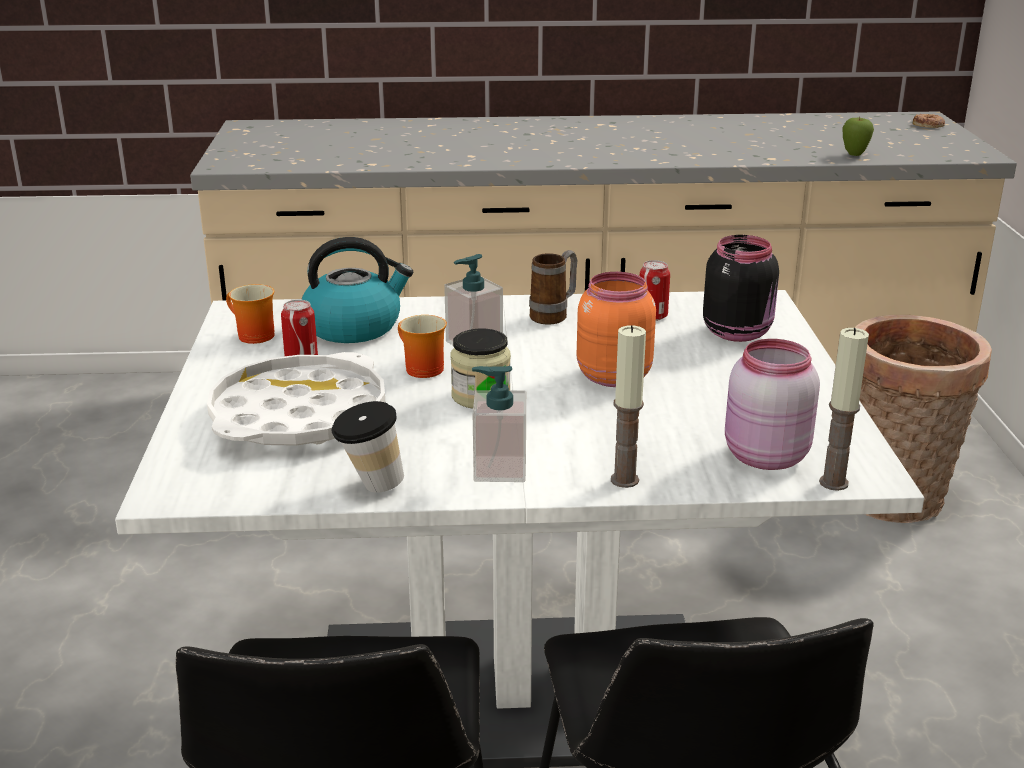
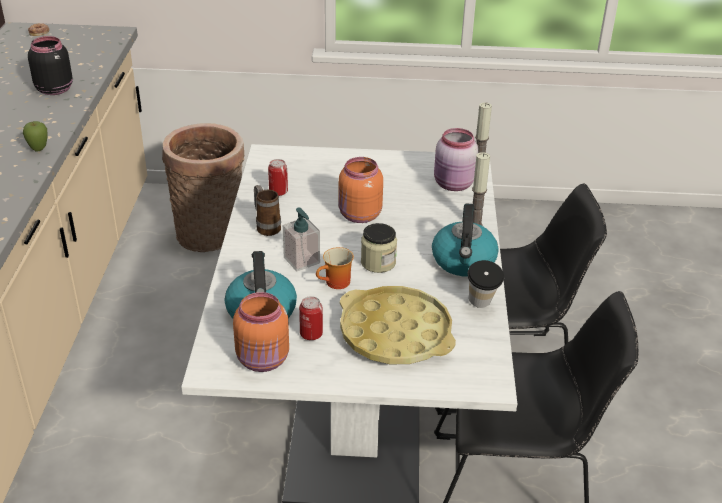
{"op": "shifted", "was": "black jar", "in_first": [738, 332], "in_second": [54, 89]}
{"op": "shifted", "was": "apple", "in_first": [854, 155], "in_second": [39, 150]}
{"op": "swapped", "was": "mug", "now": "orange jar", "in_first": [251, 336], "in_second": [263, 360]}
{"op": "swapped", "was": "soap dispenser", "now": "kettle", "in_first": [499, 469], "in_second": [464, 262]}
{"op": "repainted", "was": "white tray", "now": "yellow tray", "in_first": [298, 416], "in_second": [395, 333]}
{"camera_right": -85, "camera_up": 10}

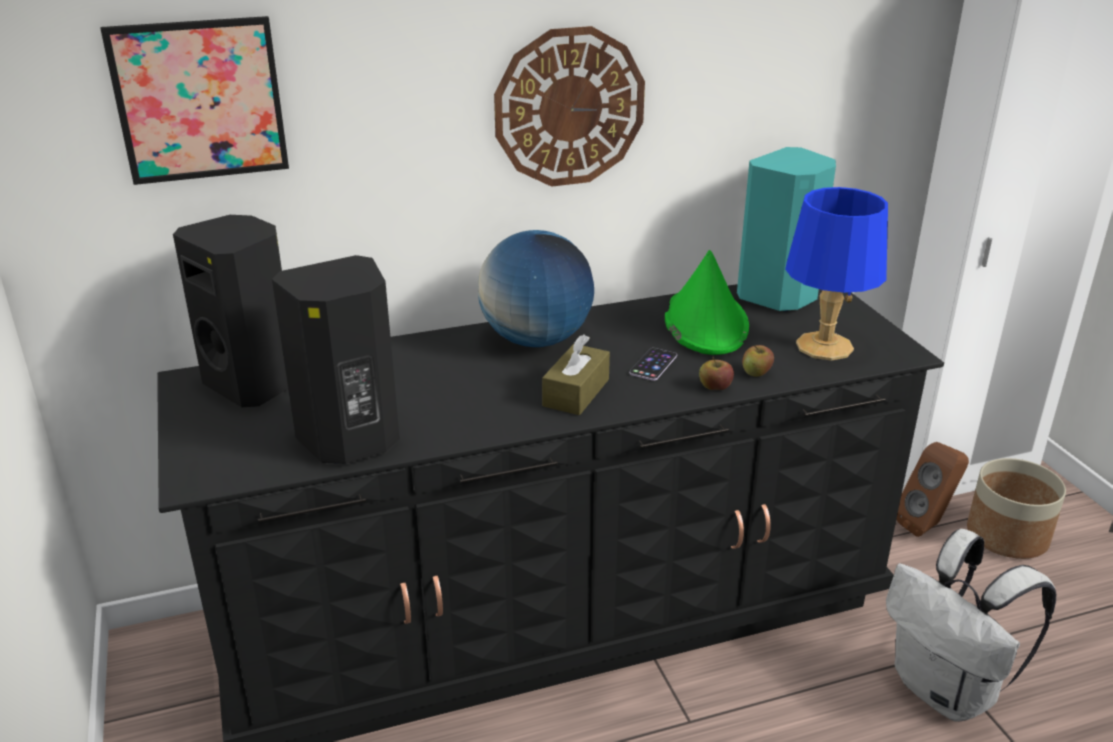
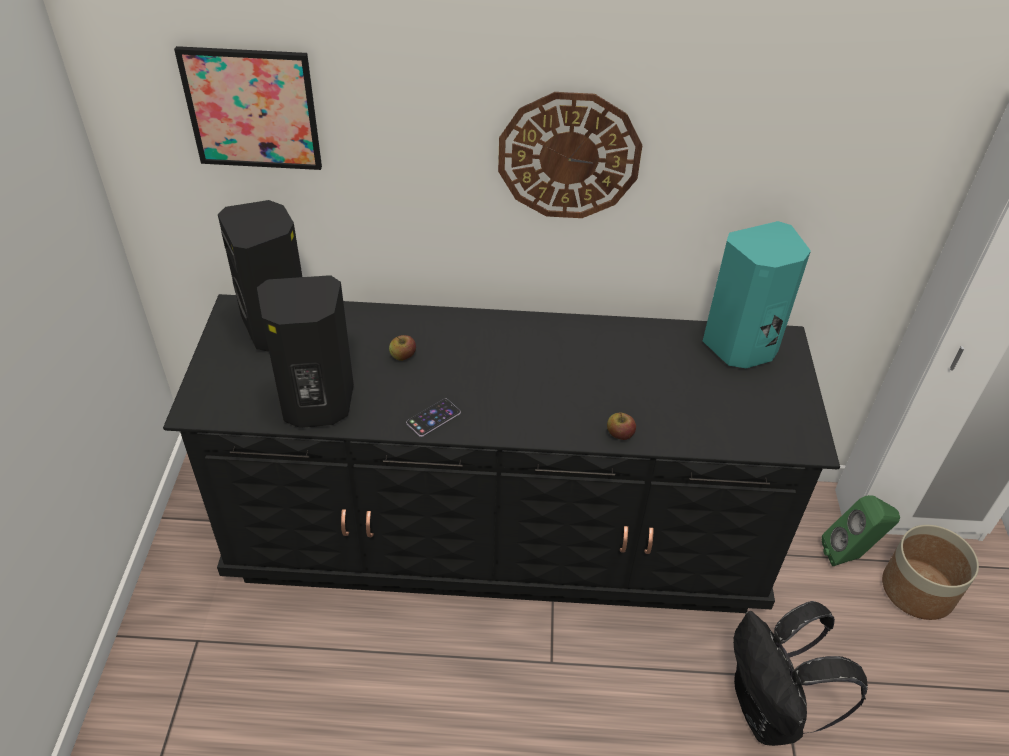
{"op": "gone", "was": "globe", "in_first": [536, 340]}
{"op": "gone", "was": "brown tissue box", "in_first": [576, 392]}
{"op": "gone", "was": "green hat", "in_first": [705, 323]}
{"op": "gone", "was": "blue table lamp", "in_first": [823, 346]}
{"op": "shifted", "was": "phone", "in_first": [653, 364], "in_second": [433, 417]}
{"op": "shifted", "was": "apple", "in_first": [756, 372], "in_second": [403, 356]}
{"op": "repainted", "was": "white backpack", "now": "black backpack", "in_first": [947, 691], "in_second": [770, 713]}
{"op": "repainted", "was": "brown speaker", "now": "green speaker", "in_first": [926, 525], "in_second": [849, 556]}
{"camera_right": 20, "camera_up": 15}

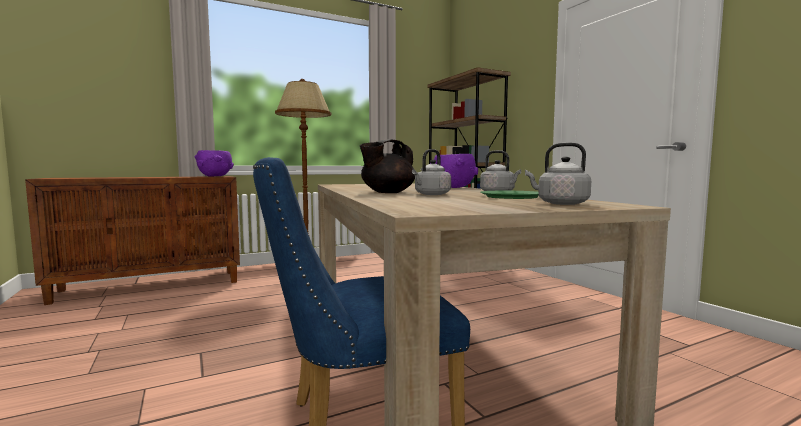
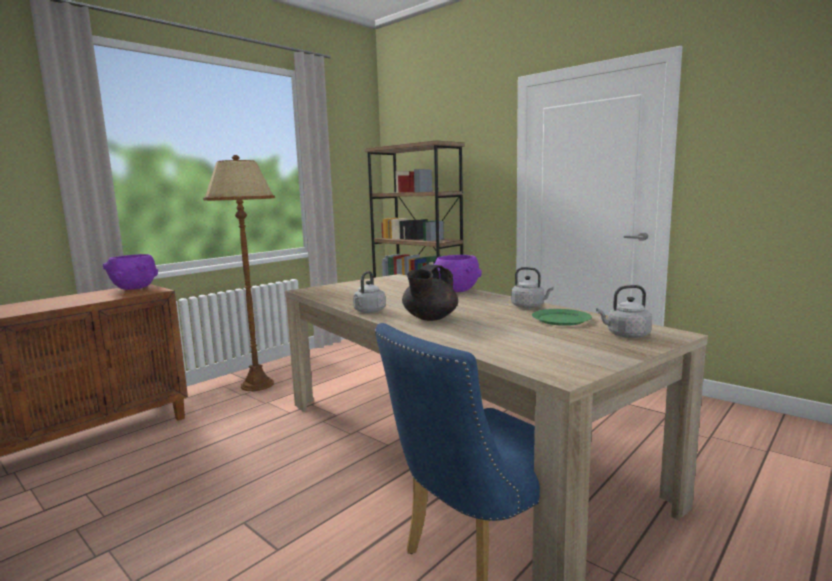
{"op": "shifted", "was": "grey kettle", "in_first": [431, 194], "in_second": [369, 311]}
{"camera_right": -20, "camera_up": 5}

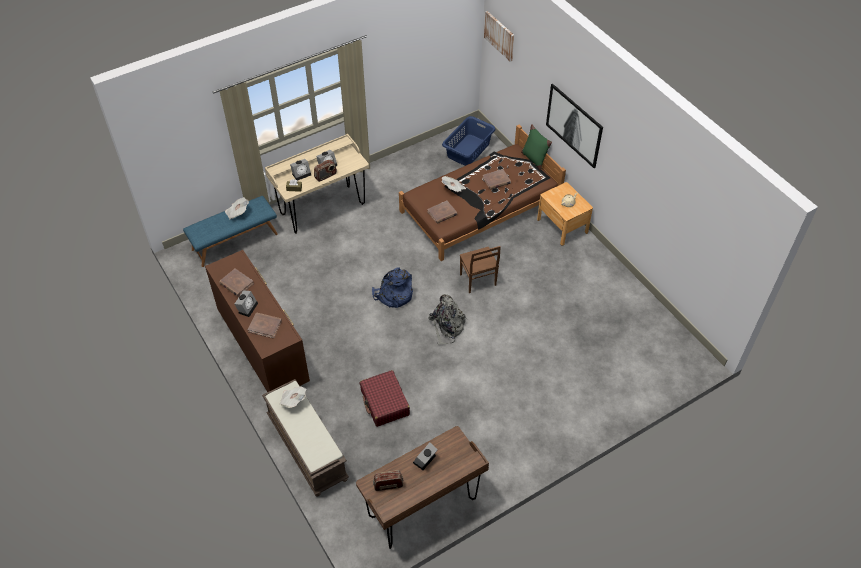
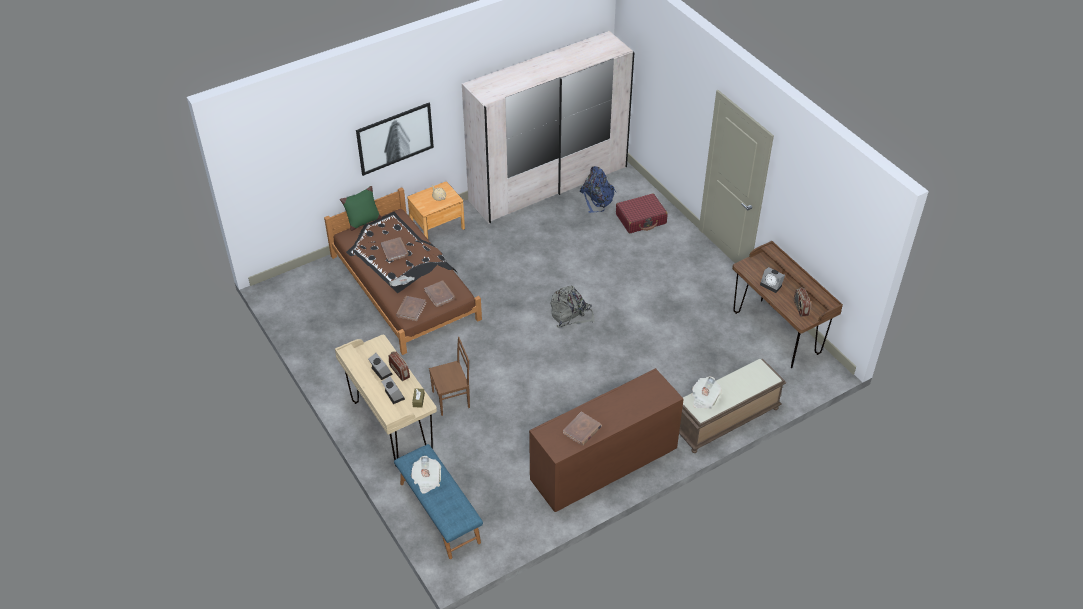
{"op": "gone", "was": "alarm clock", "in_first": [247, 307]}
{"op": "gone", "was": "blue laundry basket", "in_first": [468, 150]}
{"op": "gone", "was": "picture", "in_first": [499, 35]}
{"op": "new", "now": "white wardrobe", "in_second": [549, 184]}
{"op": "shifted", "was": "brown book", "in_first": [265, 326], "in_second": [411, 309]}
{"op": "shifted", "was": "red suitcase", "in_first": [384, 403], "in_second": [641, 219]}
{"op": "shifted", "was": "blue backpack", "in_first": [393, 295], "in_second": [597, 199]}
{"op": "shifted", "was": "brown chair", "in_first": [477, 280], "in_second": [451, 400]}
{"camera_right": -90, "camera_up": -5}

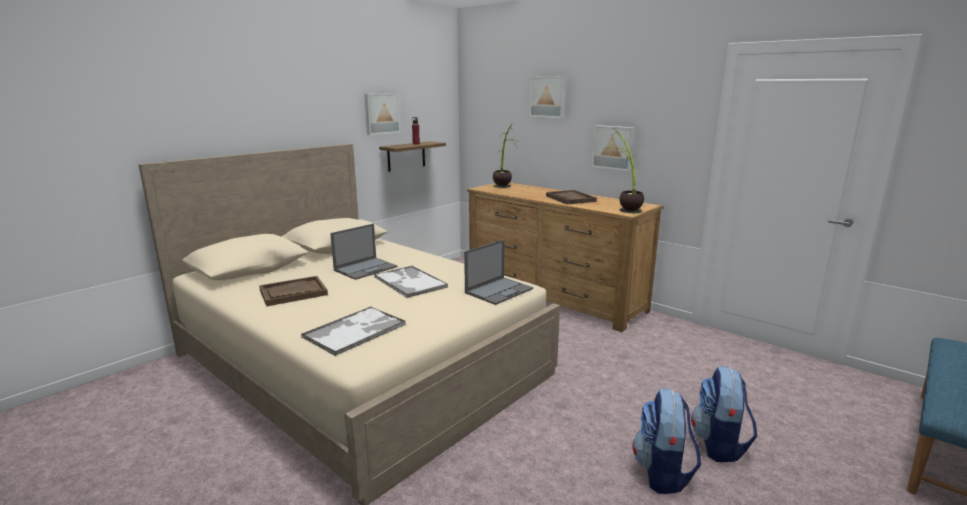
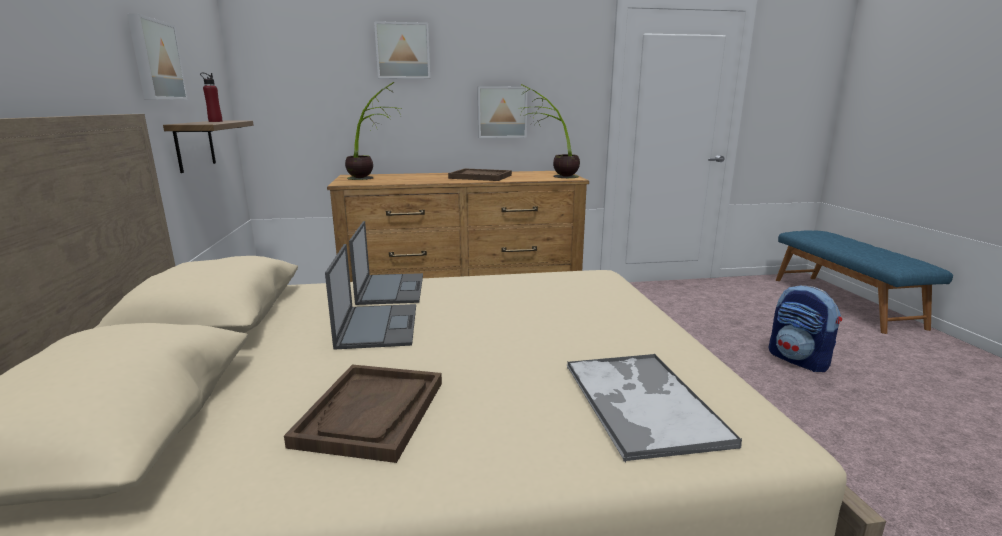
{"op": "gone", "was": "tray", "in_first": [409, 282]}
{"op": "gone", "was": "backpack", "in_first": [663, 473]}
{"op": "shifted", "was": "laptop", "in_first": [499, 290], "in_second": [391, 289]}
{"camera_right": -50, "camera_up": 0}

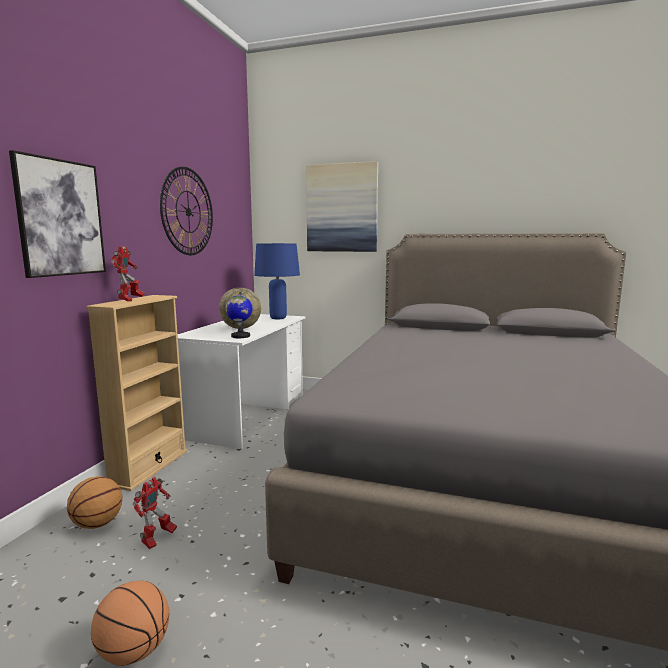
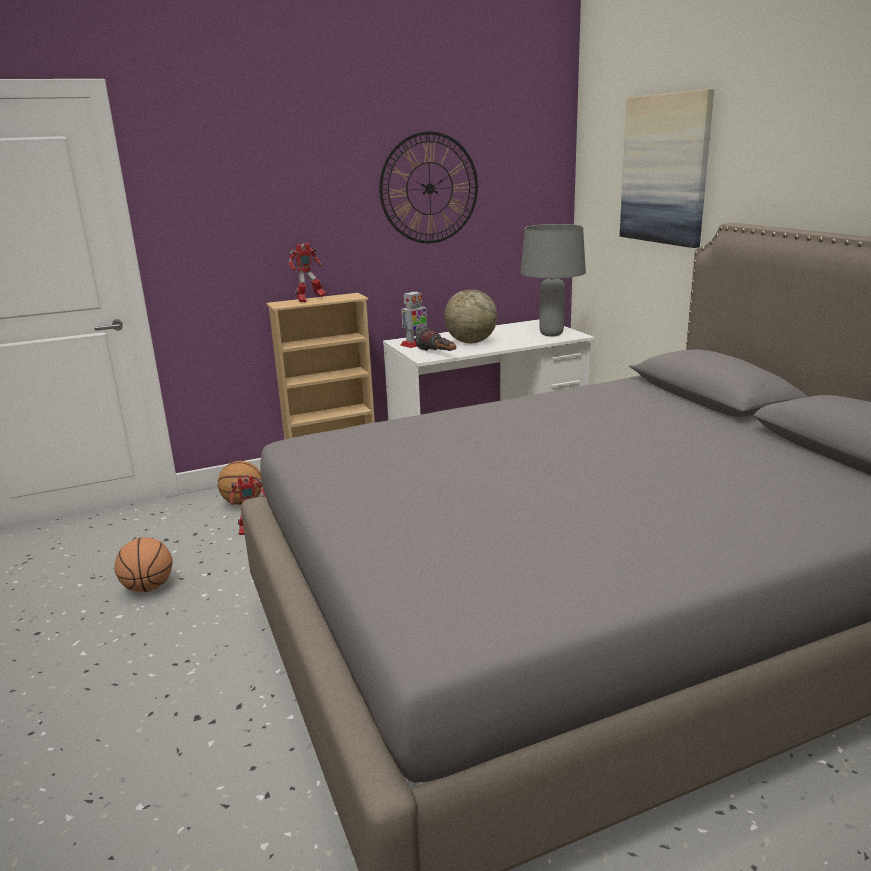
{"op": "gone", "was": "picture", "in_first": [60, 218]}
{"op": "new", "now": "toy robot", "in_second": [415, 344]}
{"op": "swapped", "was": "globe", "now": "flashlight", "in_first": [240, 336], "in_second": [438, 354]}
{"op": "repainted", "was": "blue table lamp", "now": "grey table lamp", "in_first": [277, 318], "in_second": [551, 334]}
{"camera_right": 50, "camera_up": 10}

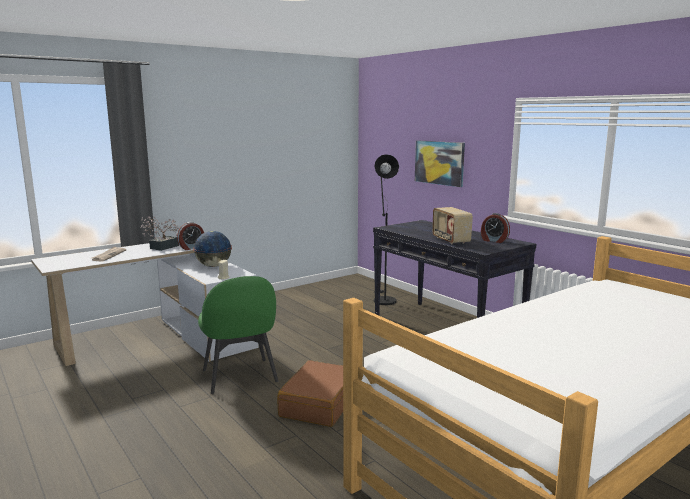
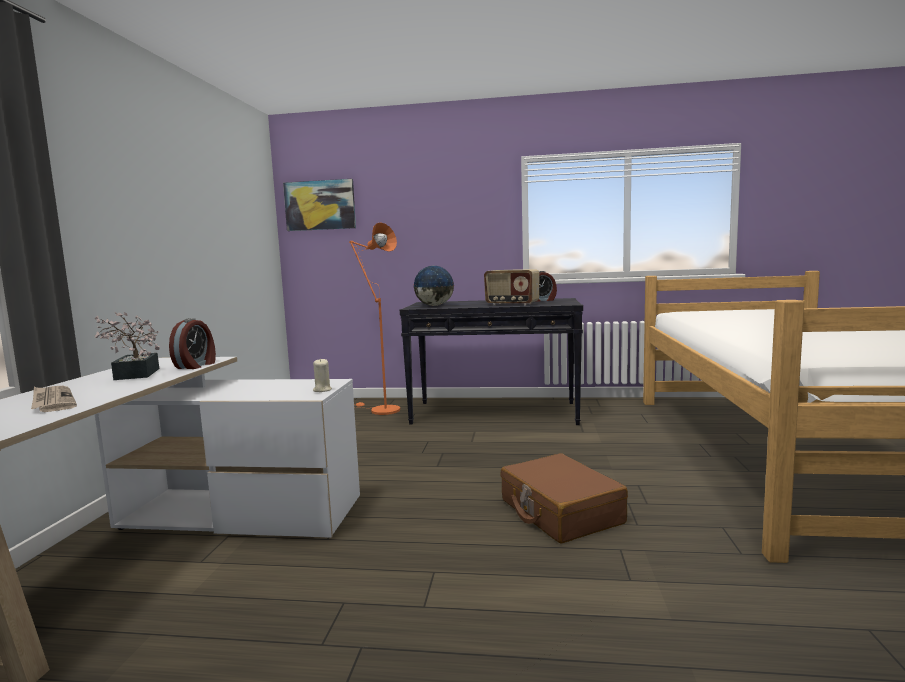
{"op": "gone", "was": "green chair", "in_first": [240, 377]}
{"op": "shifted", "was": "globe", "in_first": [213, 266], "in_second": [434, 305]}
{"op": "shifted", "was": "picture", "in_first": [439, 162], "in_second": [320, 205]}
{"op": "repainted", "was": "black floor lamp", "now": "orange floor lamp", "in_first": [383, 299], "in_second": [380, 410]}
{"camera_right": -45, "camera_up": -5}

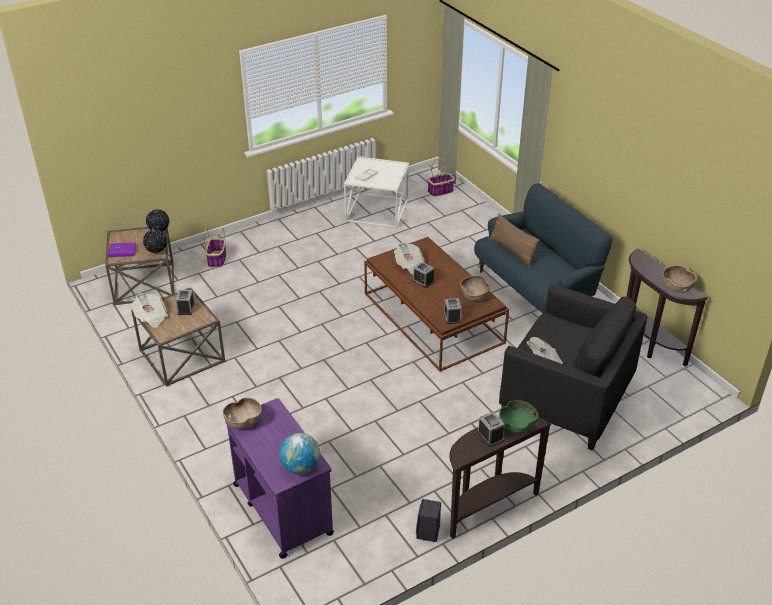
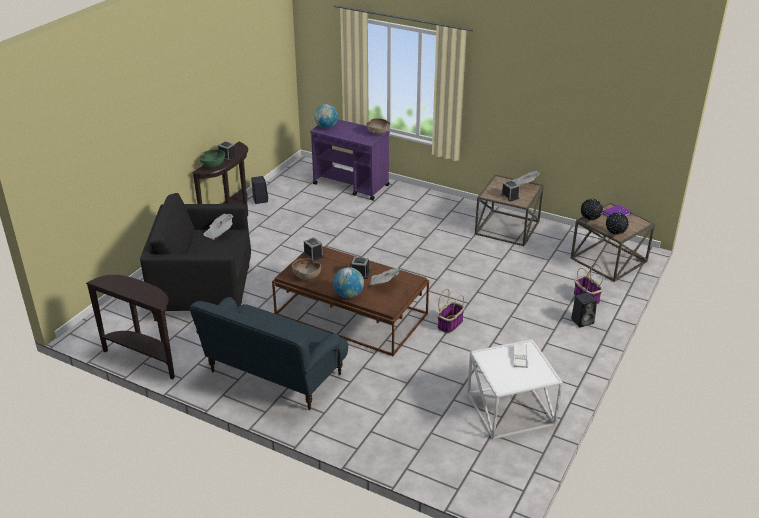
{"op": "gone", "was": "brown pillow", "in_first": [512, 251]}
{"op": "gone", "was": "brown bowl", "in_first": [677, 287]}
{"op": "new", "now": "globe", "in_second": [348, 295]}
{"op": "new", "now": "black speaker", "in_second": [582, 321]}
{"op": "shifted", "was": "basket", "in_first": [440, 191], "in_second": [450, 324]}
{"camera_right": 150, "camera_up": -5}

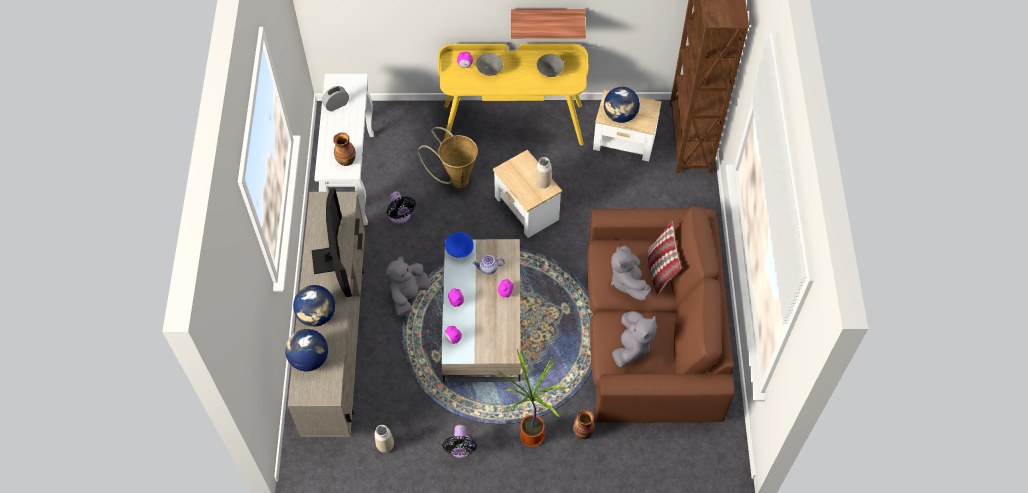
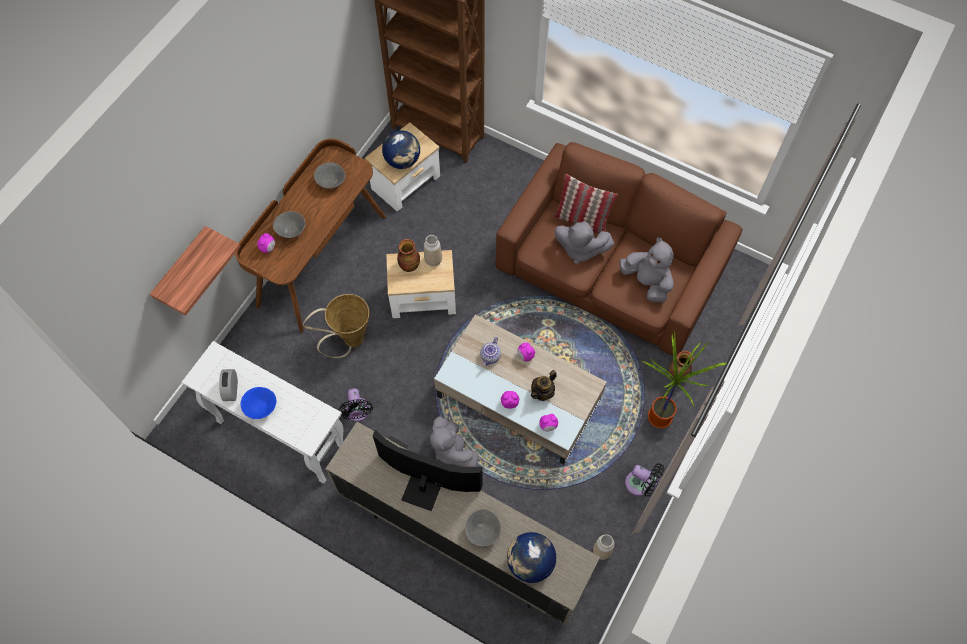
{"op": "new", "now": "teapot", "in_second": [542, 392]}
{"op": "shifted", "was": "vase", "in_first": [346, 160], "in_second": [409, 265]}
{"op": "shifted", "was": "blue bowl", "in_first": [459, 251], "in_second": [261, 407]}
{"op": "shifted", "was": "shelf", "in_first": [547, 18], "in_second": [182, 268]}
{"op": "swapped", "was": "globe", "now": "grey bowl", "in_first": [317, 315], "in_second": [483, 531]}
{"op": "repainted", "was": "yellow desk", "now": "brown desk", "in_first": [513, 123], "in_second": [321, 260]}
{"op": "rotated", "was": "black fan", "in_first": [400, 216], "in_second": [358, 412], "clockwise": 75}
{"camera_right": -60, "camera_up": 5}

